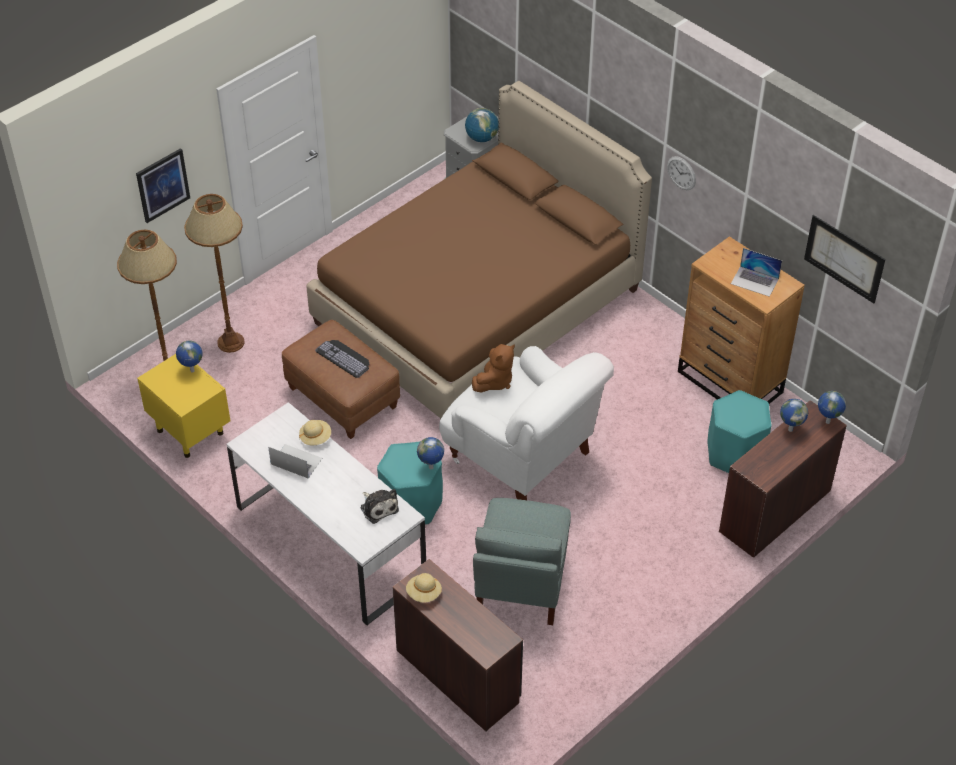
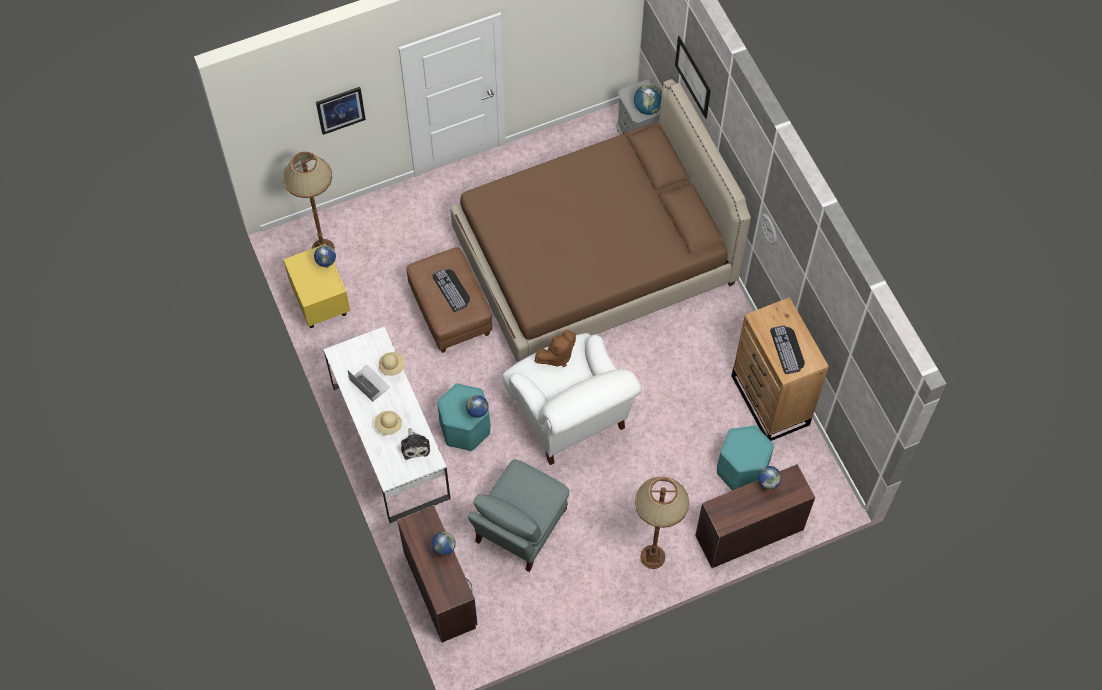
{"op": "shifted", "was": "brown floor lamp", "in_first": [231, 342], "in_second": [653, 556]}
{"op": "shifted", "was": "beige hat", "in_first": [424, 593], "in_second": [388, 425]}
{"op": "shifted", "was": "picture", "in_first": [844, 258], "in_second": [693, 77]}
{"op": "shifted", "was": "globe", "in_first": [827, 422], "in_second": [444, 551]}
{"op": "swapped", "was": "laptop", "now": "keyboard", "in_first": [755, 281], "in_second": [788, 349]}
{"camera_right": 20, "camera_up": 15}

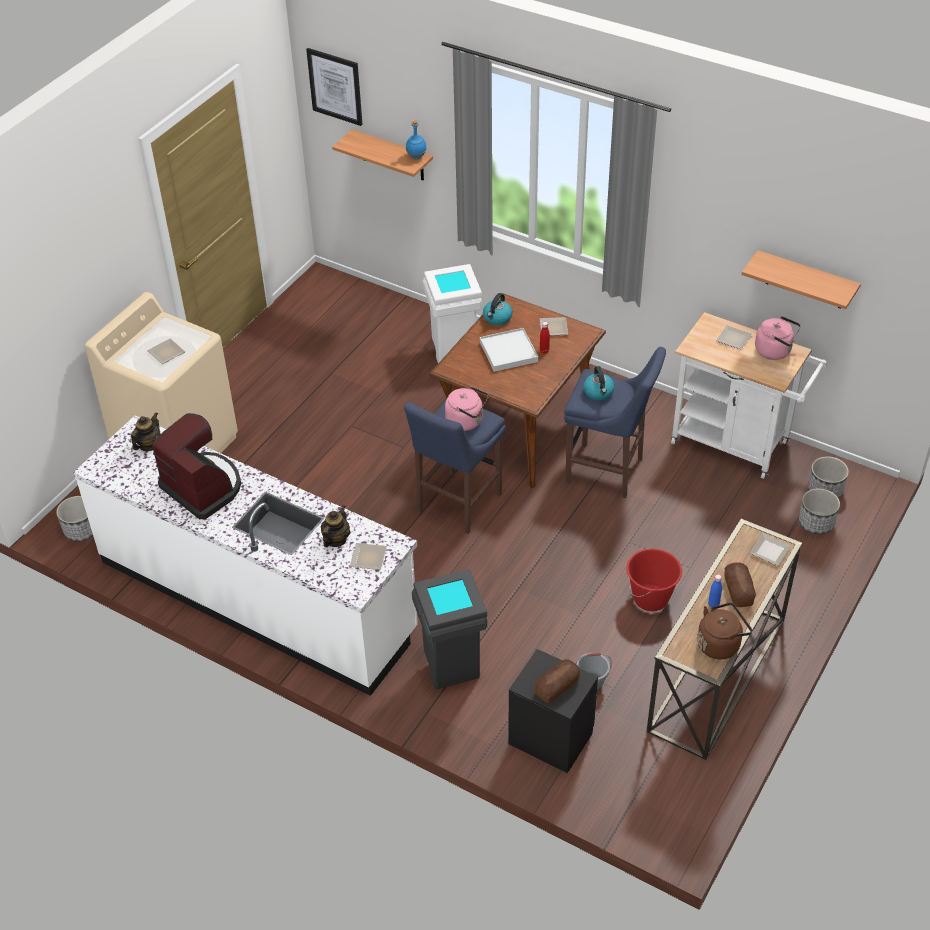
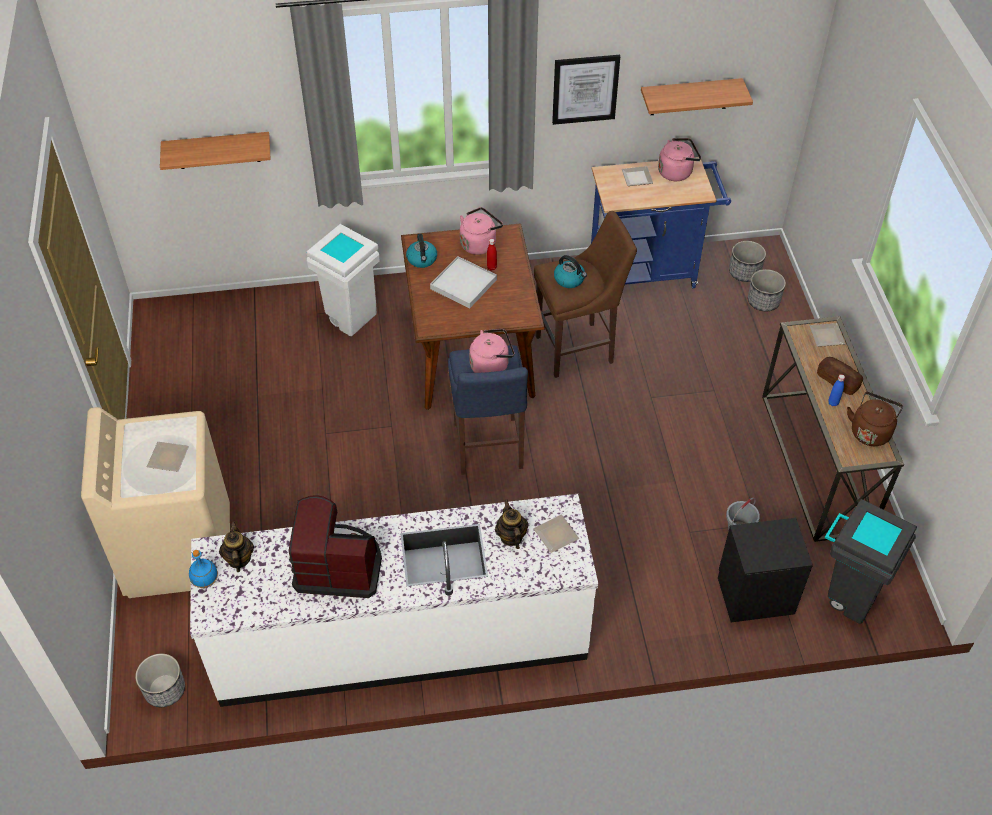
{"op": "gone", "was": "bread", "in_first": [557, 686]}
{"op": "gone", "was": "red bucket", "in_first": [651, 598]}
{"op": "shifted", "was": "picture", "in_first": [335, 86], "in_second": [585, 89]}
{"op": "shifted", "was": "blue bottle", "in_first": [416, 157], "in_second": [206, 582]}
{"op": "shifted", "was": "grey trash can", "in_first": [450, 665], "in_second": [847, 595]}
{"op": "swapped", "was": "plate", "now": "pink kettle", "in_first": [554, 328], "in_second": [479, 243]}
{"op": "repainted", "was": "blue stool", "now": "brown stool", "in_first": [608, 472], "in_second": [578, 349]}
{"op": "repainted", "was": "white cart", "now": "blue cart", "in_first": [737, 444], "in_second": [649, 271]}
{"camera_right": -40, "camera_up": 5}

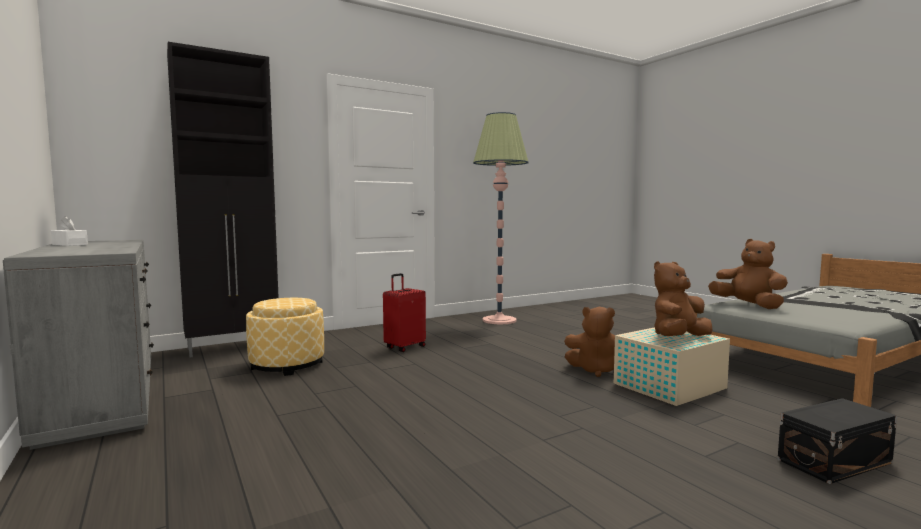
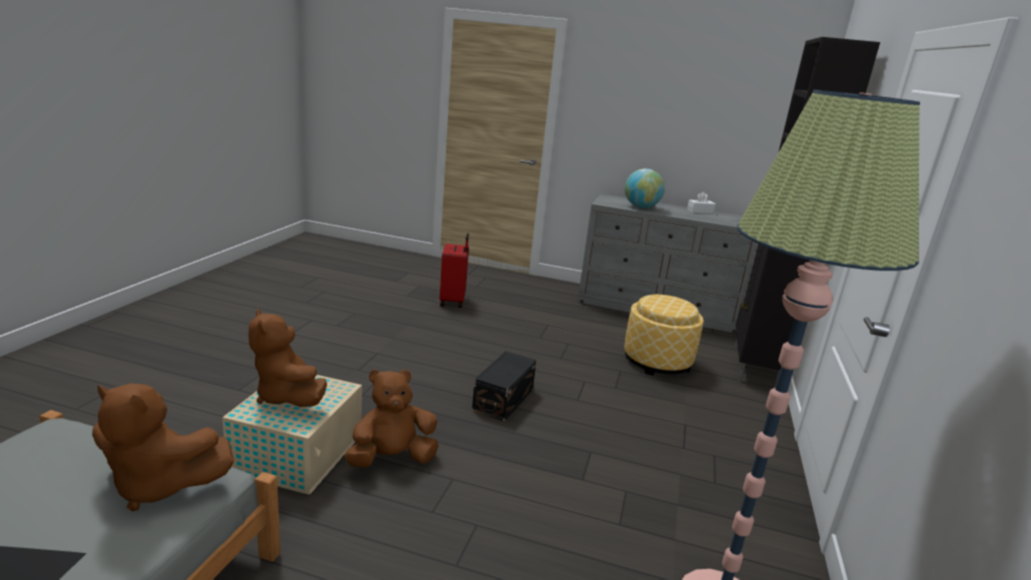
{"op": "new", "now": "globe", "in_second": [641, 207]}
{"op": "shifted", "was": "red suitcase", "in_first": [404, 347], "in_second": [453, 301]}
{"op": "shifted", "was": "black storage box", "in_first": [832, 461], "in_second": [504, 399]}
{"op": "rotated", "was": "brown plush toy", "in_first": [678, 338], "in_second": [287, 397], "clockwise": 135}
{"camera_right": 135, "camera_up": 15}

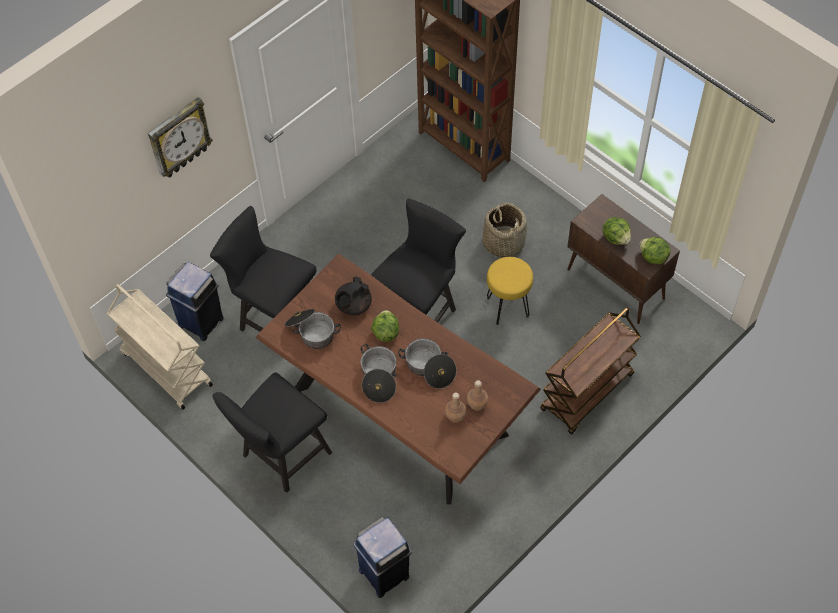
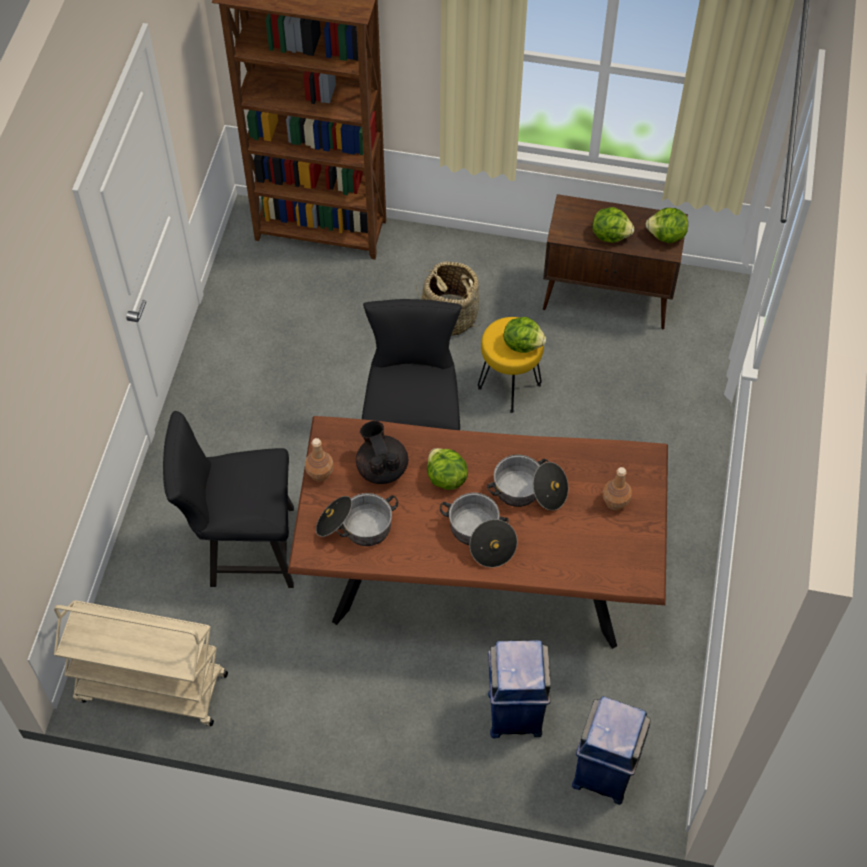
{"op": "gone", "was": "wall clock", "in_first": [179, 138]}
{"op": "gone", "was": "black chair", "in_first": [281, 457]}
{"op": "gone", "was": "brown cart", "in_first": [587, 393]}
{"op": "new", "now": "lettuce", "in_second": [523, 344]}
{"op": "shifted", "was": "blue trash can", "in_first": [201, 321], "in_second": [515, 712]}
{"op": "shifted", "was": "brown bottle", "in_first": [455, 416], "in_second": [320, 473]}
{"op": "rotated", "was": "black teapot", "in_first": [353, 305], "in_second": [381, 467], "clockwise": 150}
{"camera_right": -35, "camera_up": 0}

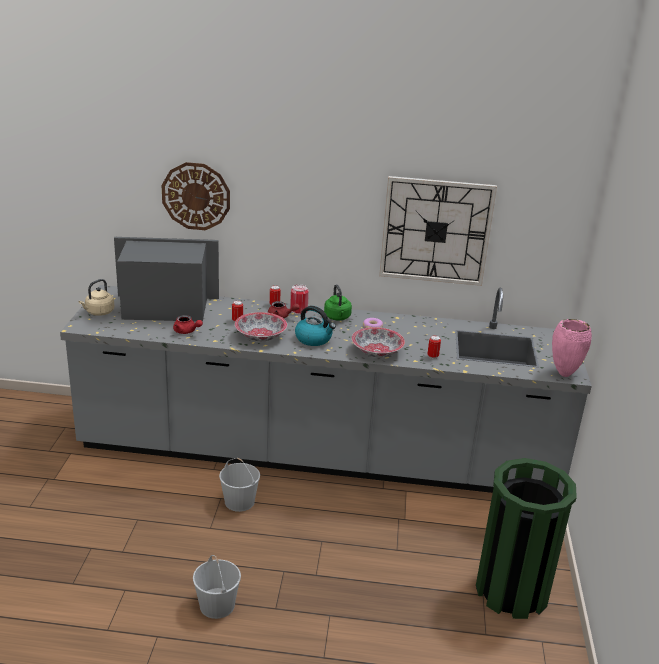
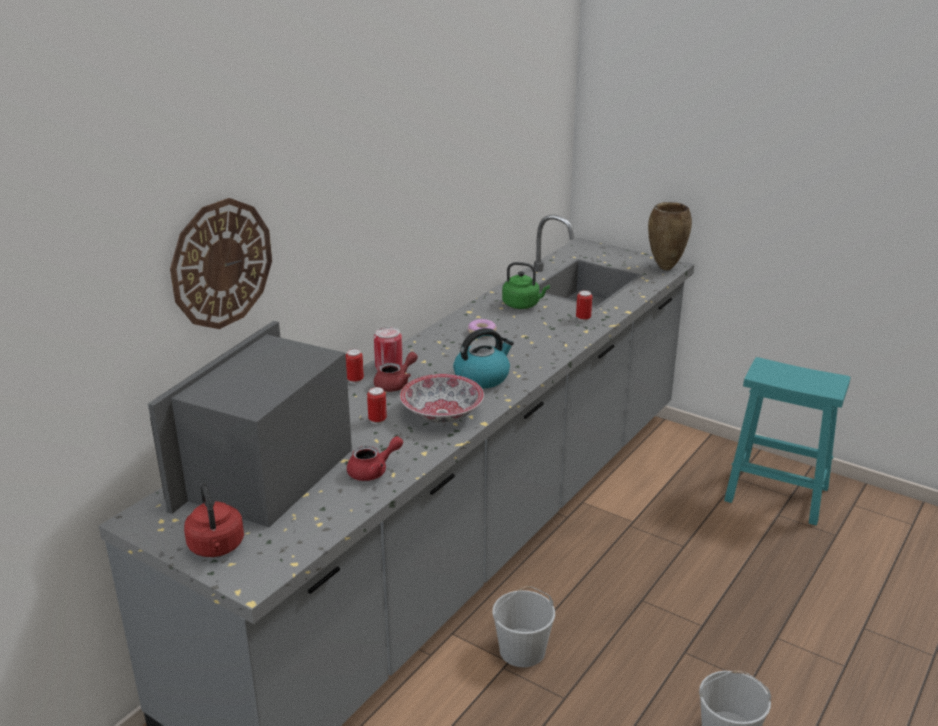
{"op": "gone", "was": "bowl", "in_first": [377, 352]}
{"op": "gone", "was": "wall clock", "in_first": [436, 231]}
{"op": "shifted", "was": "green kettle", "in_first": [337, 317], "in_second": [522, 305]}
{"op": "swapped", "was": "green trash can", "now": "turquoise stool", "in_first": [512, 591], "in_second": [778, 494]}
{"op": "repainted", "was": "beige kettle", "now": "red kettle", "in_first": [98, 312], "in_second": [217, 547]}
{"op": "repainted", "was": "pink vase", "now": "brown vase", "in_first": [563, 374], "in_second": [664, 268]}
{"camera_right": -60, "camera_up": 0}

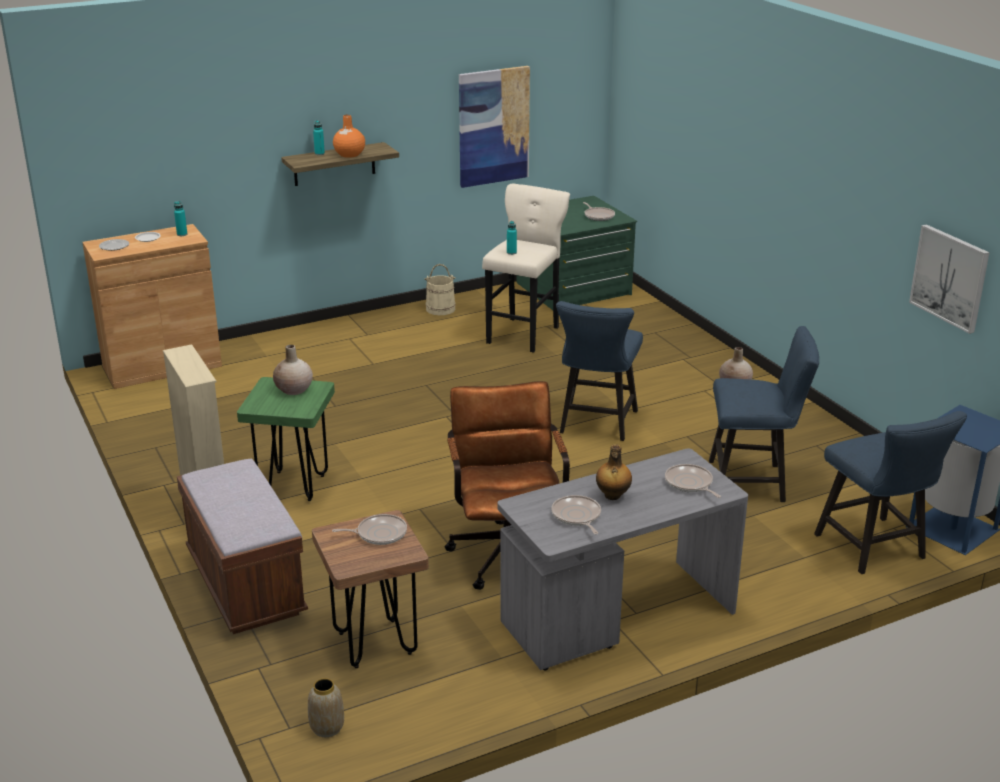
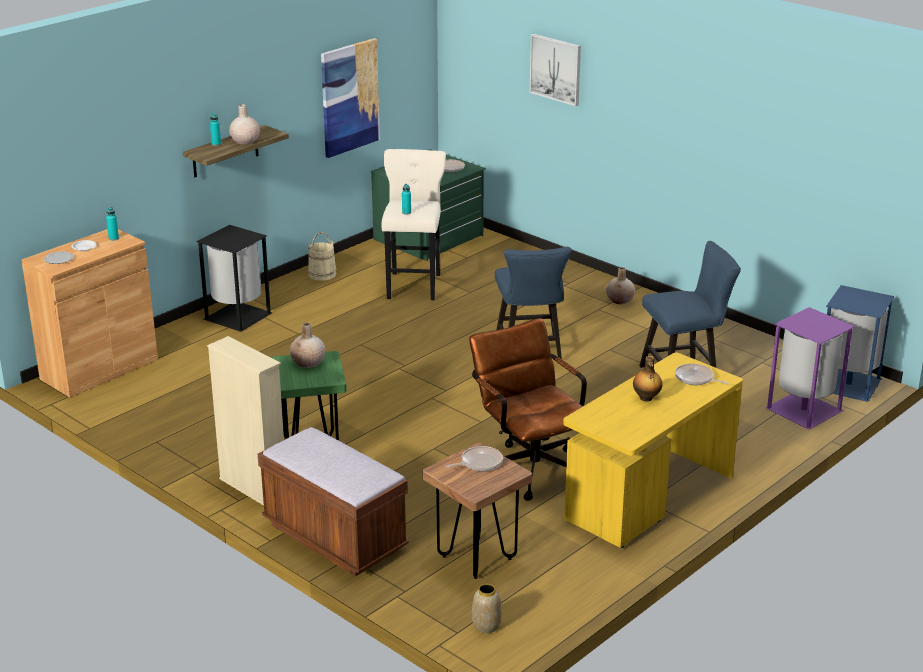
{"op": "gone", "was": "frying pan", "in_first": [577, 516]}
{"op": "new", "now": "black trash can", "in_second": [238, 316]}
{"op": "shifted", "was": "picture", "in_first": [950, 277], "in_second": [556, 69]}
{"op": "swapped", "was": "blue chair", "now": "purple trash can", "in_first": [875, 550], "in_second": [804, 410]}
{"op": "repainted", "was": "orange vase", "now": "beige vase", "in_first": [349, 154], "in_second": [245, 141]}
{"op": "repainted", "was": "grey desk", "now": "yellow desk", "in_first": [617, 616], "in_second": [648, 498]}
{"camera_right": -20, "camera_up": 0}

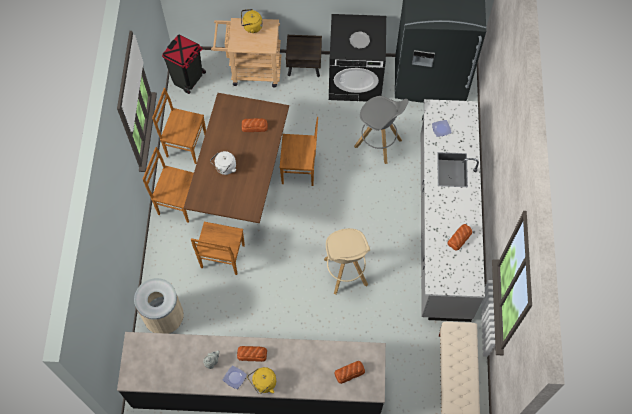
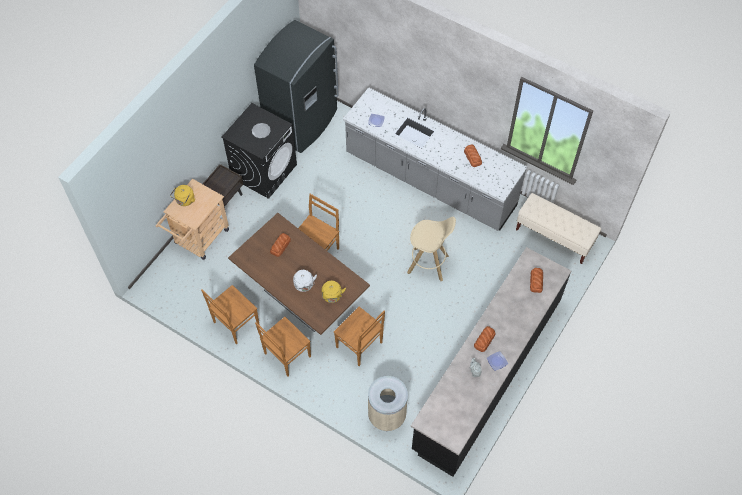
{"op": "gone", "was": "black trash can", "in_first": [188, 79]}
{"op": "gone", "was": "grey stool", "in_first": [378, 144]}
{"op": "shifted", "was": "yellow kettle", "in_first": [263, 384], "in_second": [332, 296]}
{"camera_right": -60, "camera_up": -5}

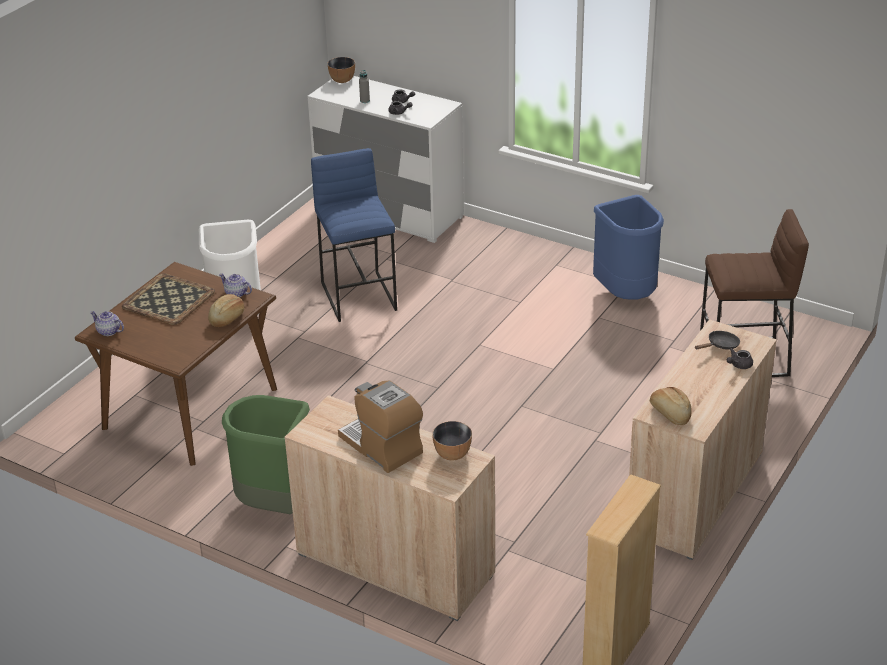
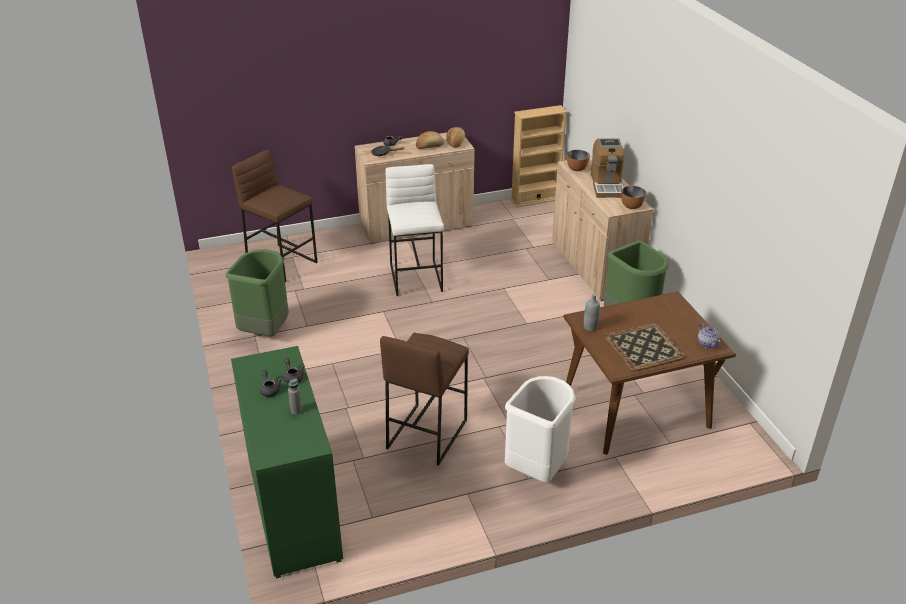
{"op": "new", "now": "white stool", "in_second": [416, 278]}
{"op": "shifted", "was": "bread", "in_first": [227, 318], "in_second": [429, 146]}
{"op": "shifted", "was": "bowl", "in_first": [342, 80], "in_second": [631, 206]}
{"op": "swapped", "was": "teapot", "now": "grey bottle", "in_first": [236, 293], "in_second": [590, 327]}
{"op": "repainted", "was": "white dresser", "now": "green dresser", "in_first": [389, 212], "in_second": [293, 510]}
{"op": "repainted", "was": "blue stool", "now": "brown stool", "in_first": [359, 296], "in_second": [426, 433]}
{"op": "repainted", "was": "blue trash can", "now": "green trash can", "in_first": [626, 294], "in_second": [265, 330]}
{"camera_right": -140, "camera_up": 0}

